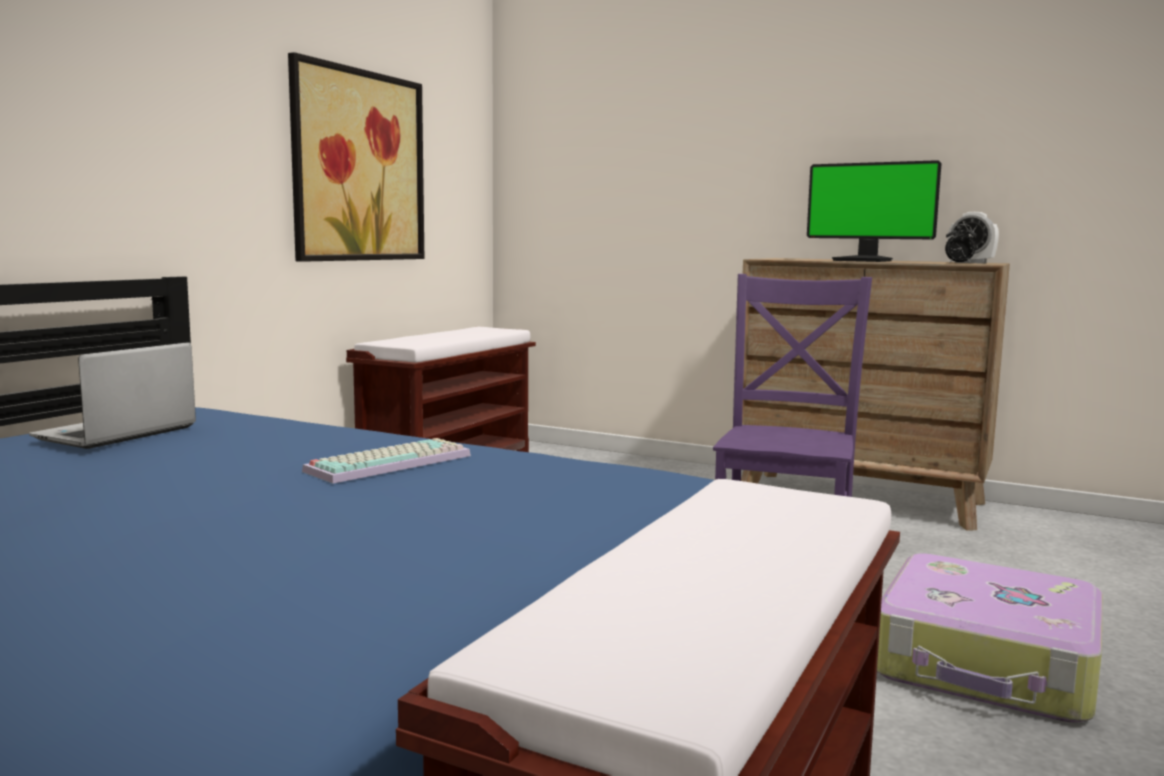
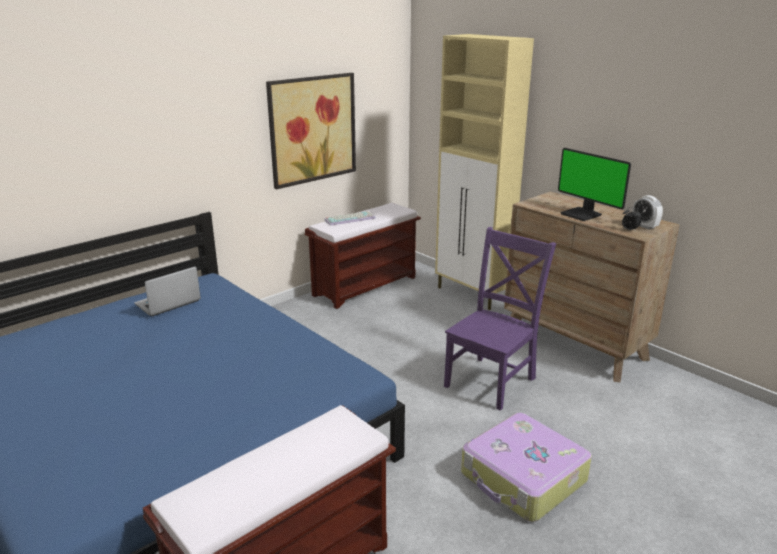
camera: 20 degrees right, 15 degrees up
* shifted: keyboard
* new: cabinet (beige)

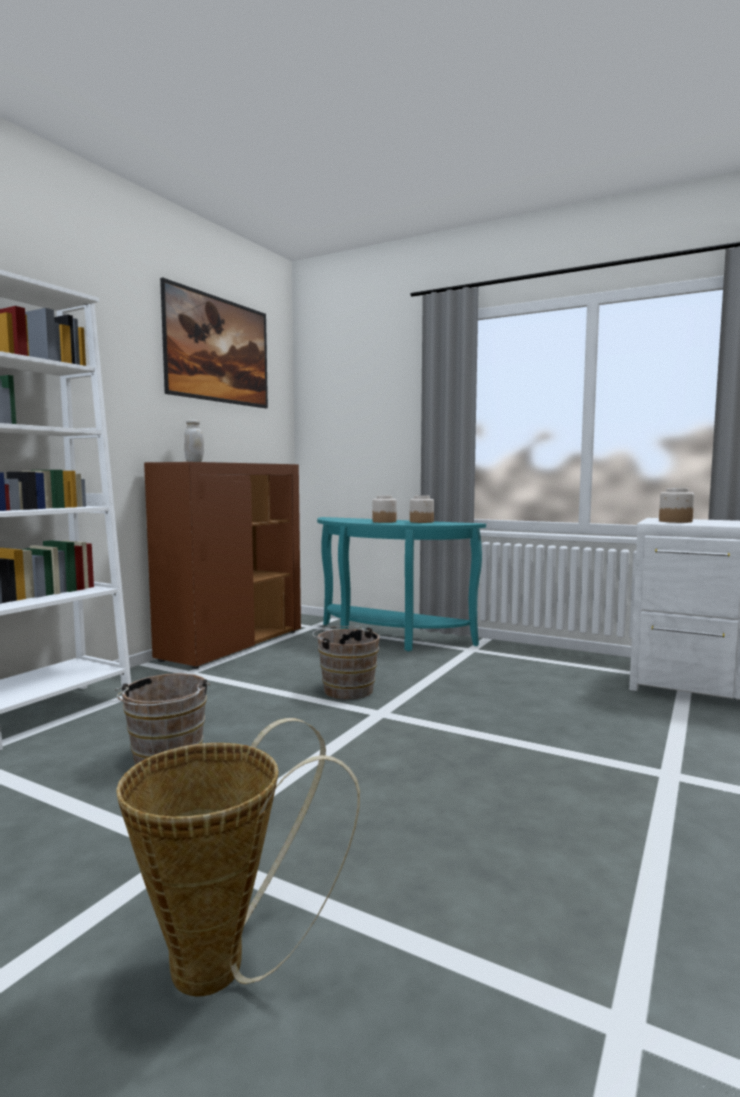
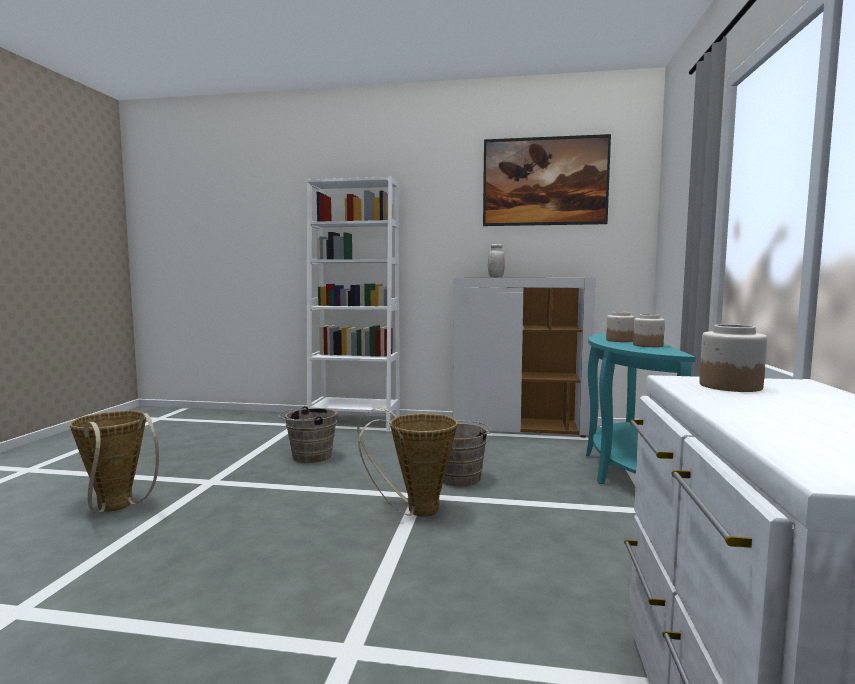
camera: 70 degrees right, 0 degrees up
* repainted: cabinet (brown) to cabinet (white)
* new: basket (no. 2 from left)

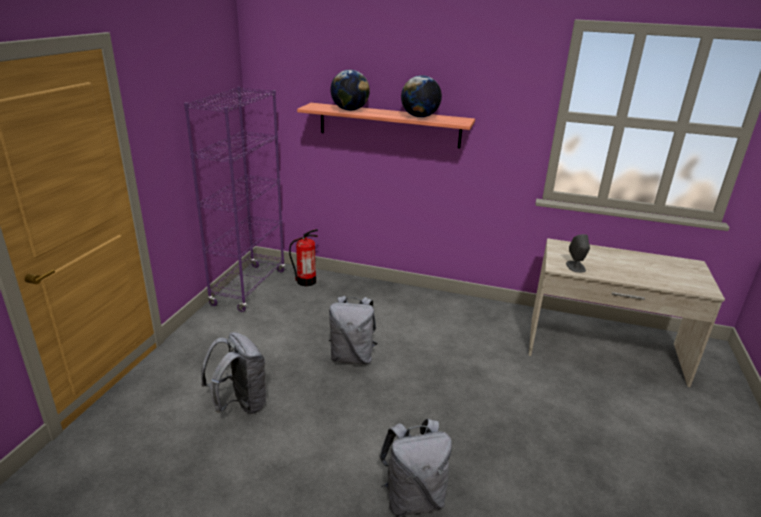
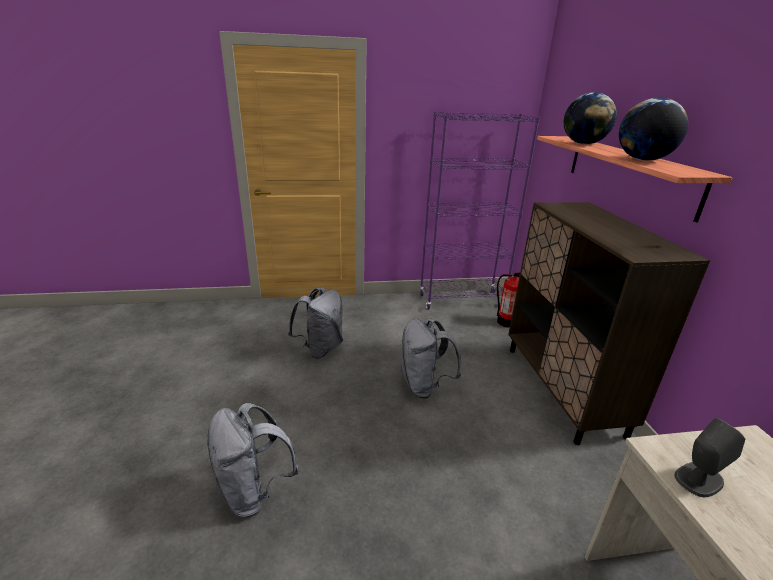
camera: 65 degrees right, 0 degrees up
* new: cabinet (brown)

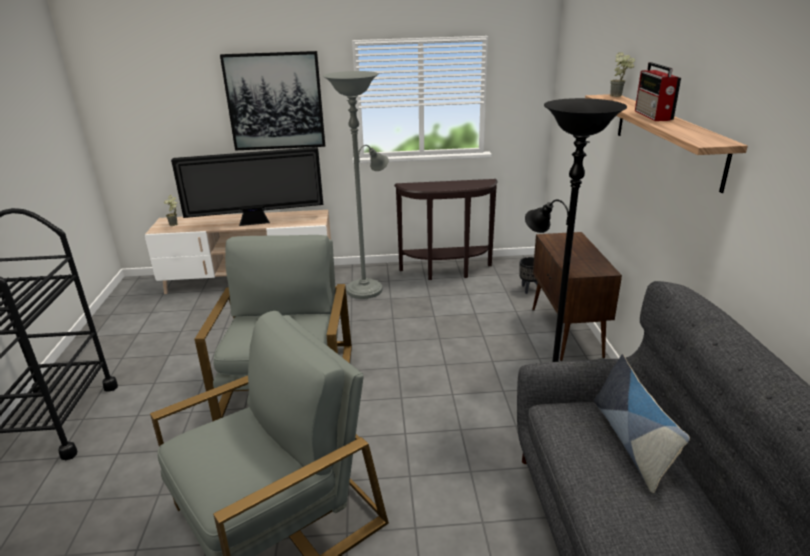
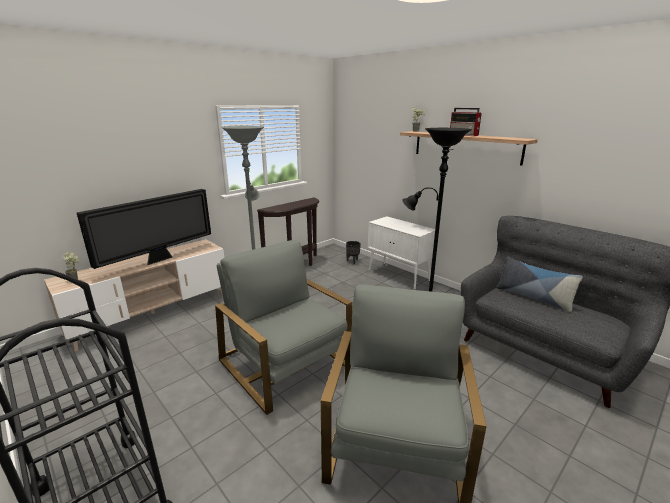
camera: 40 degrees left, 5 degrees down
* gone: picture
* repainted: cabinet (brown) to cabinet (white)

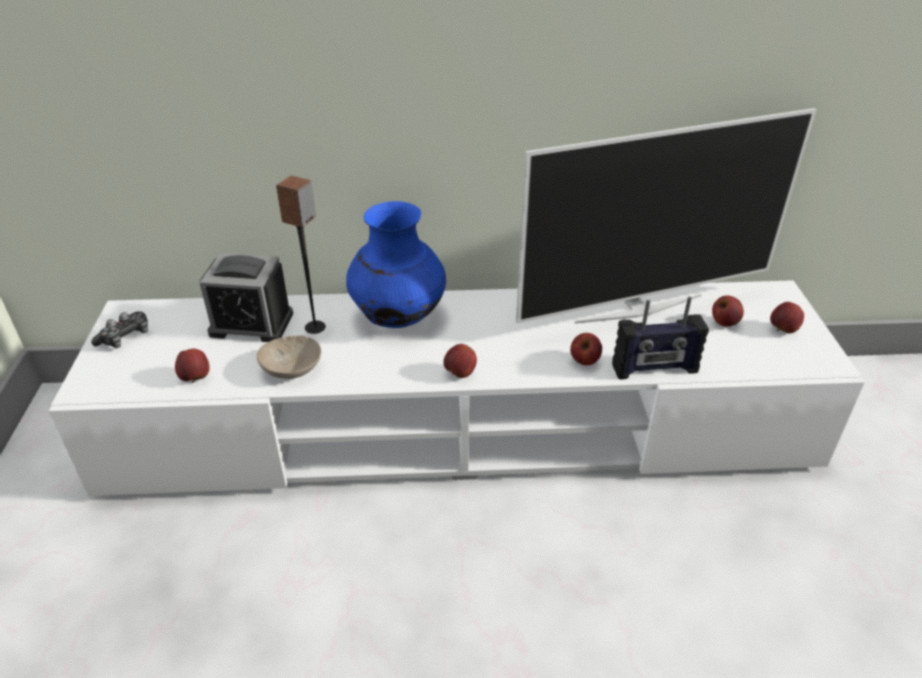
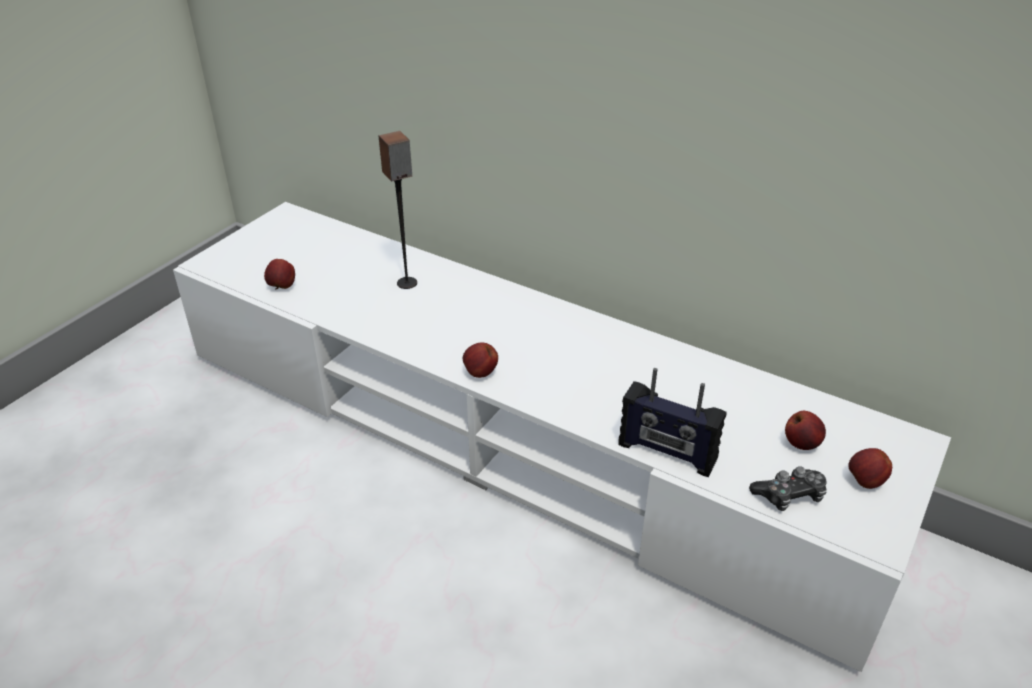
camera: 35 degrees right, 0 degrees up
* shifted: game controller
* gone: alarm clock
* gone: bowl (beige)
* gone: vase (blue)
* gone: television
* gone: apple (no. 3 from left)

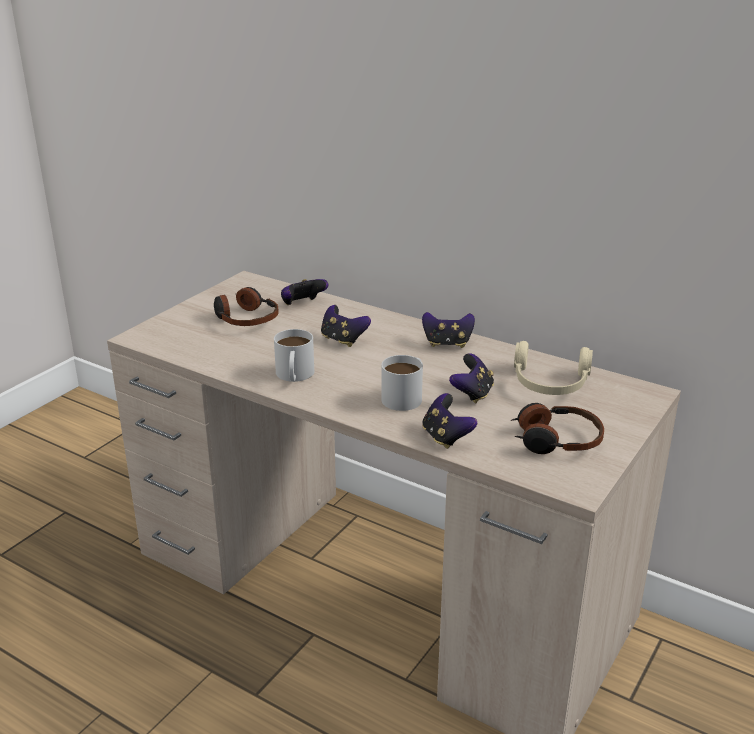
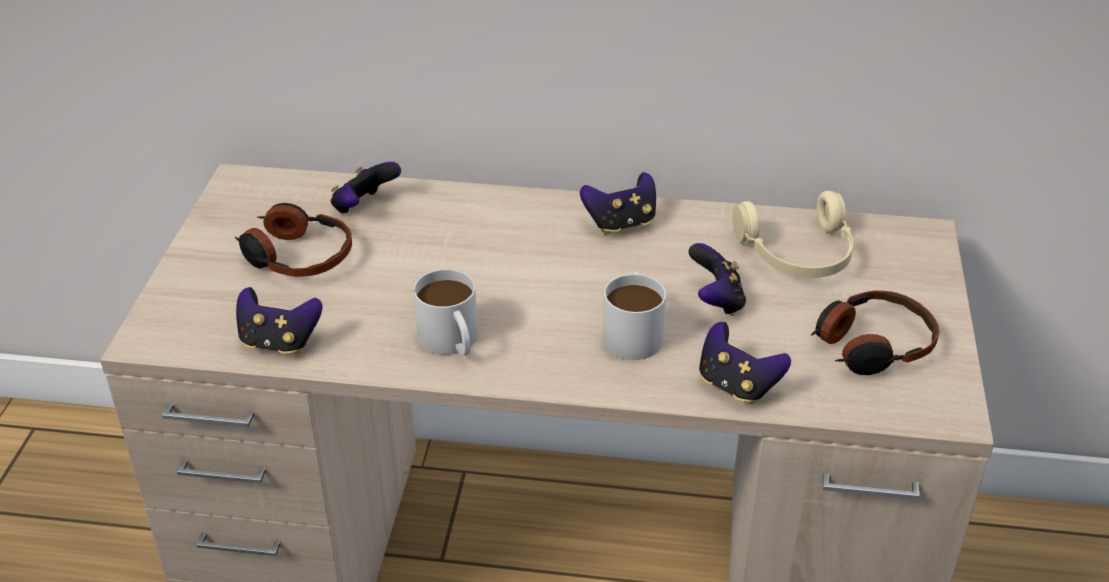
camera: 25 degrees left, 10 degrees up
* shifted: game controller (no. 2 from left in the first image) to game controller (no. 1 from left)

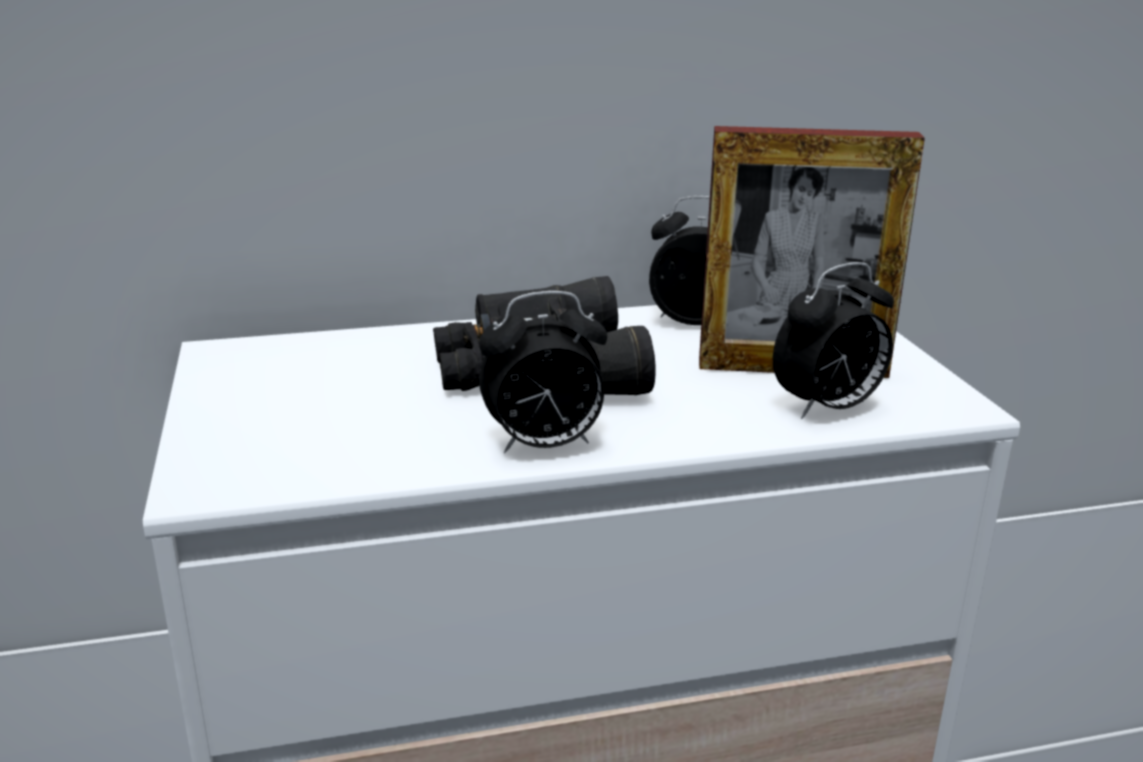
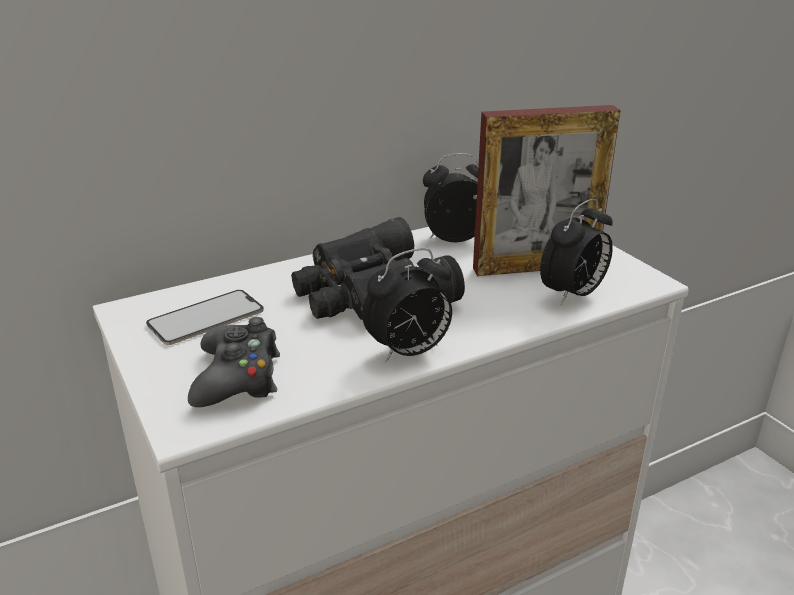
camera: 15 degrees left, 5 degrees up
* new: phone
* new: game controller (black)

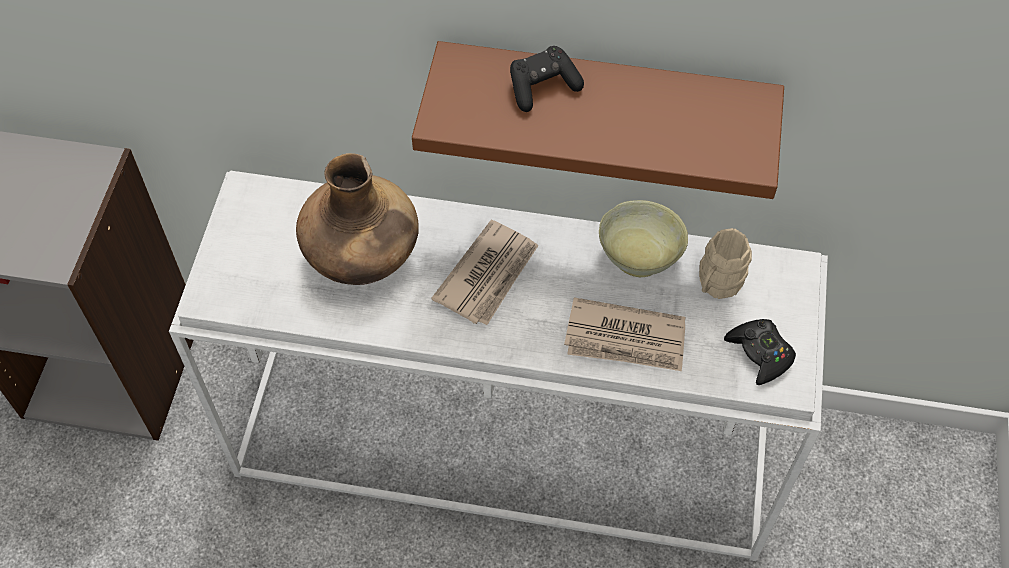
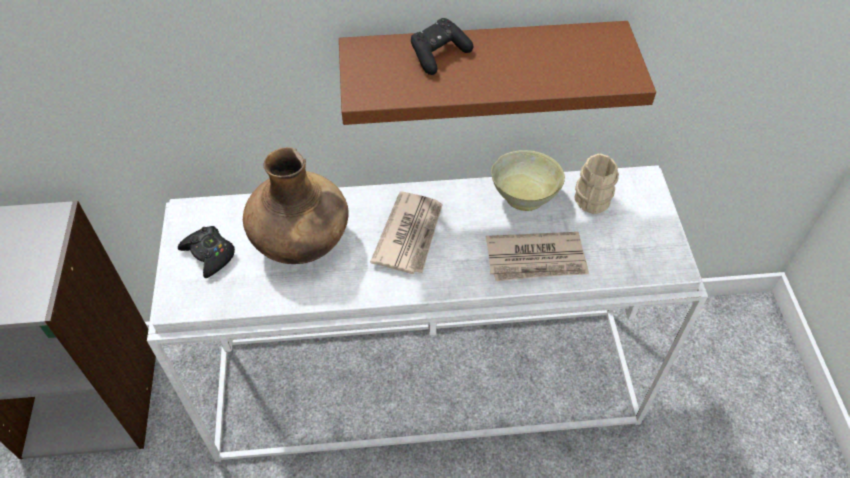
camera: 15 degrees left, 5 degrees down
* shifted: game controller (black) (no. 2 from left in the first image) to game controller (black) (no. 1 from left)

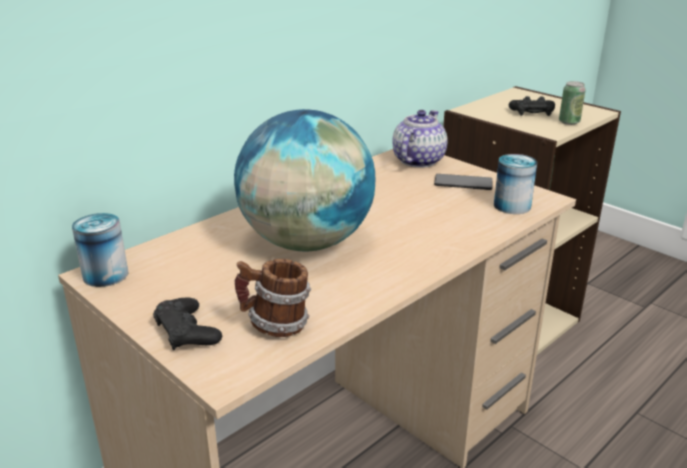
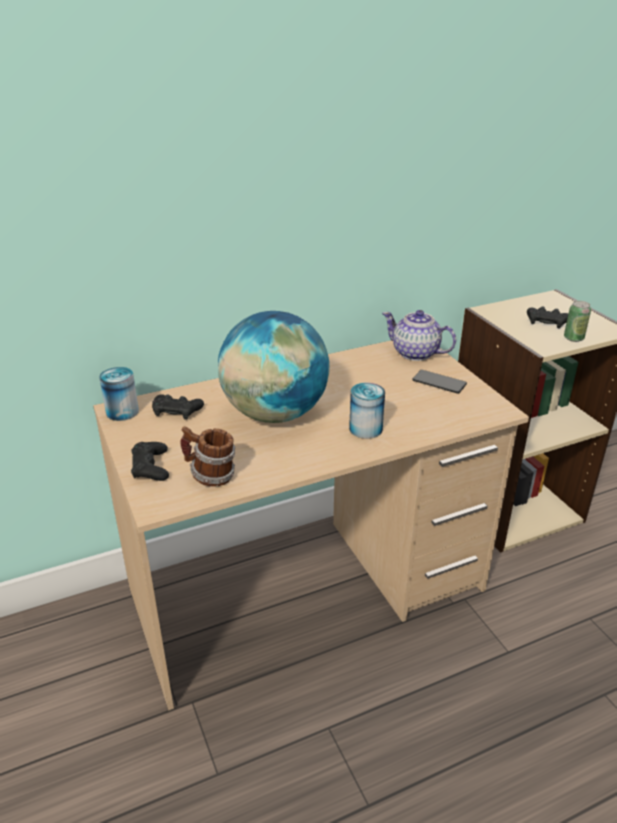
camera: 20 degrees right, 5 degrees up
* rotated: teapot 105 degrees counterclockwise
* shifted: can (no. 2 from left)
* new: game controller (black) (no. 2 from left)

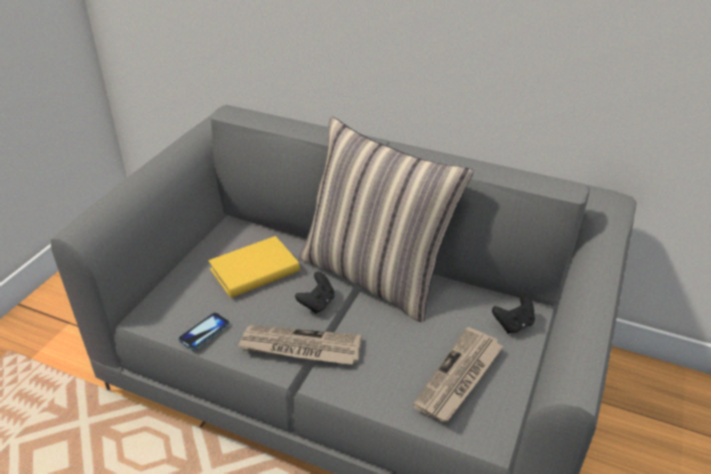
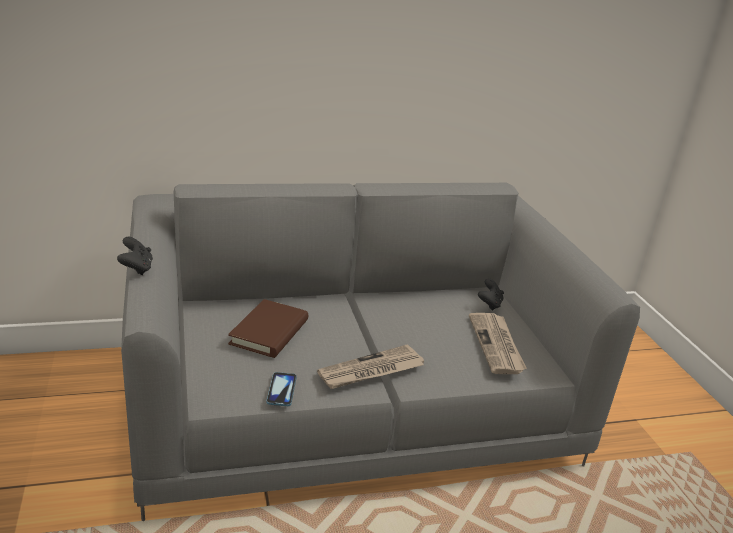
camera: 40 degrees left, 10 degrees down
* repainted: book (yellow) to book (brown)
* shifted: game controller (black) (no. 1 from left)
* gone: pillow

